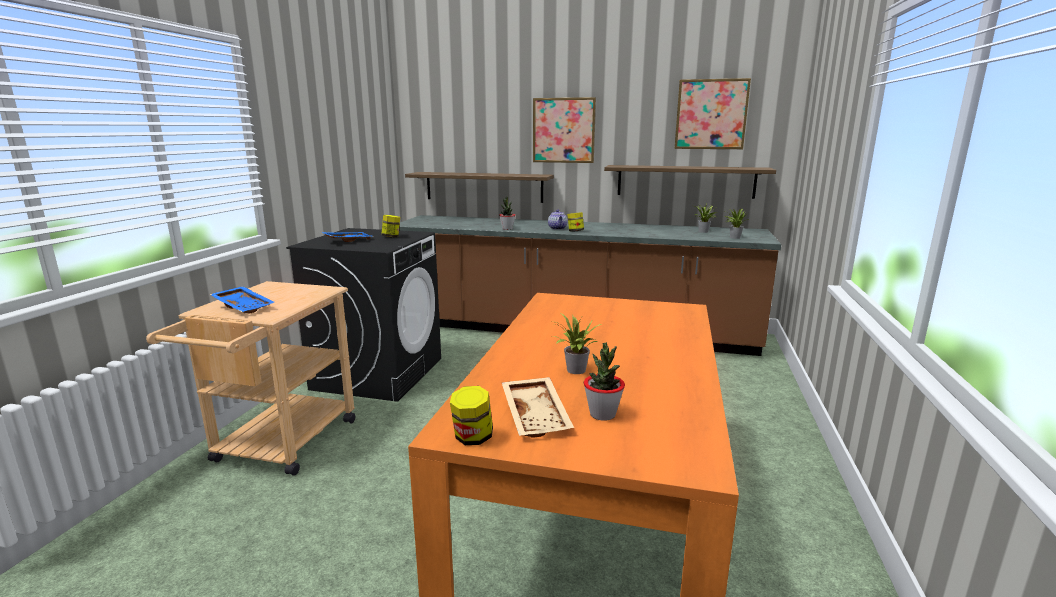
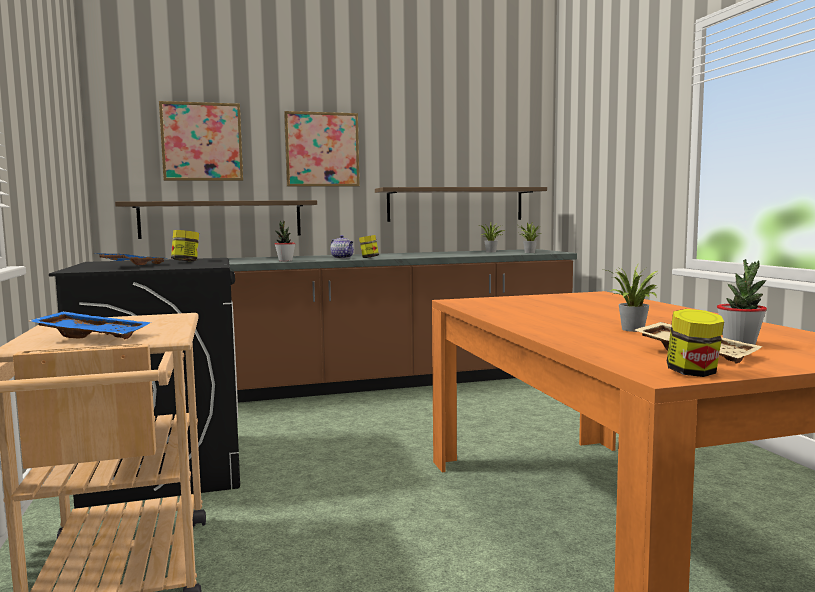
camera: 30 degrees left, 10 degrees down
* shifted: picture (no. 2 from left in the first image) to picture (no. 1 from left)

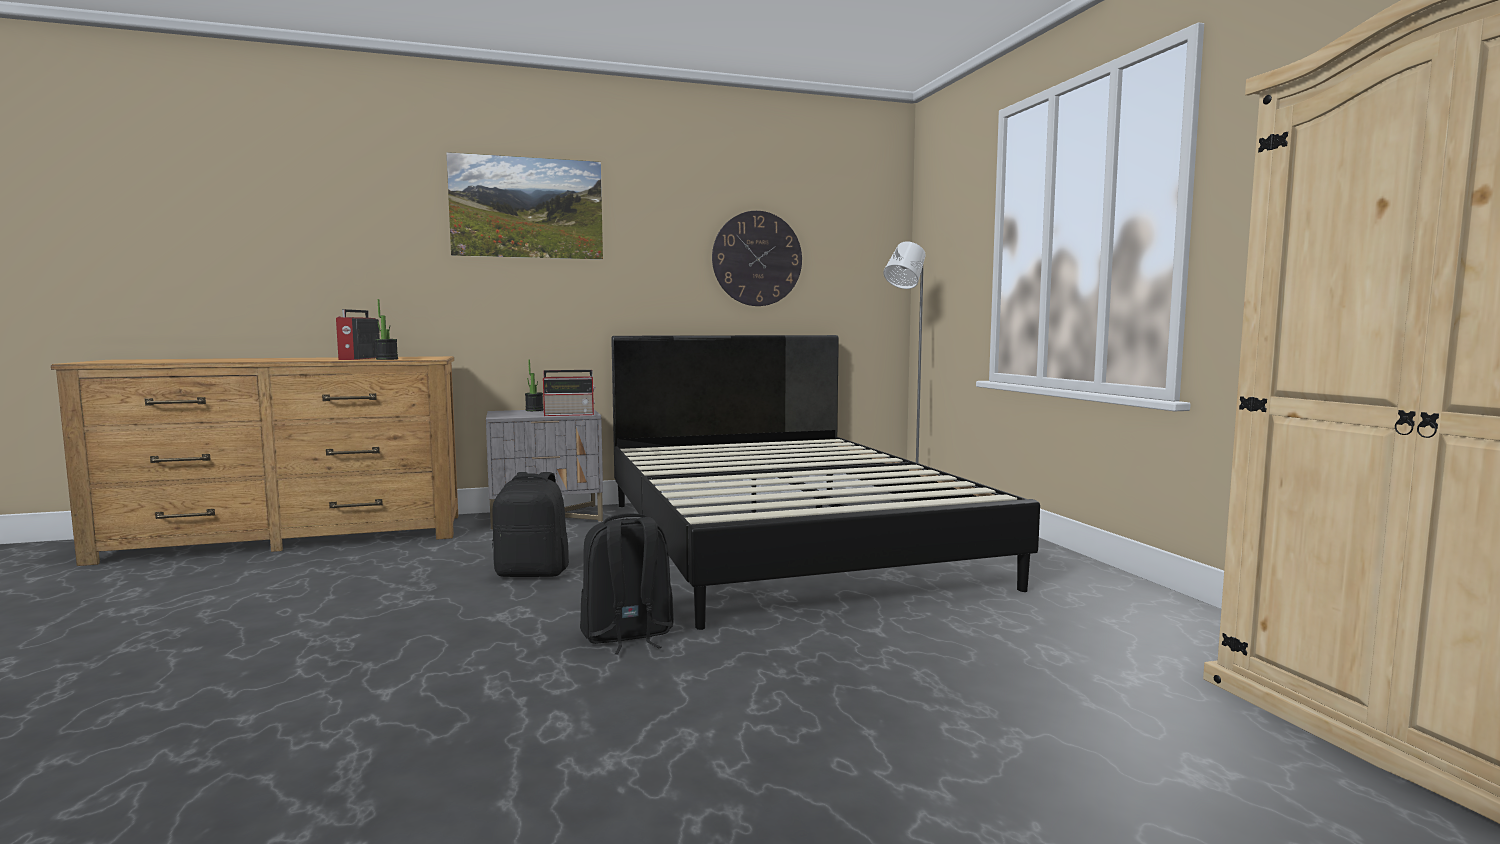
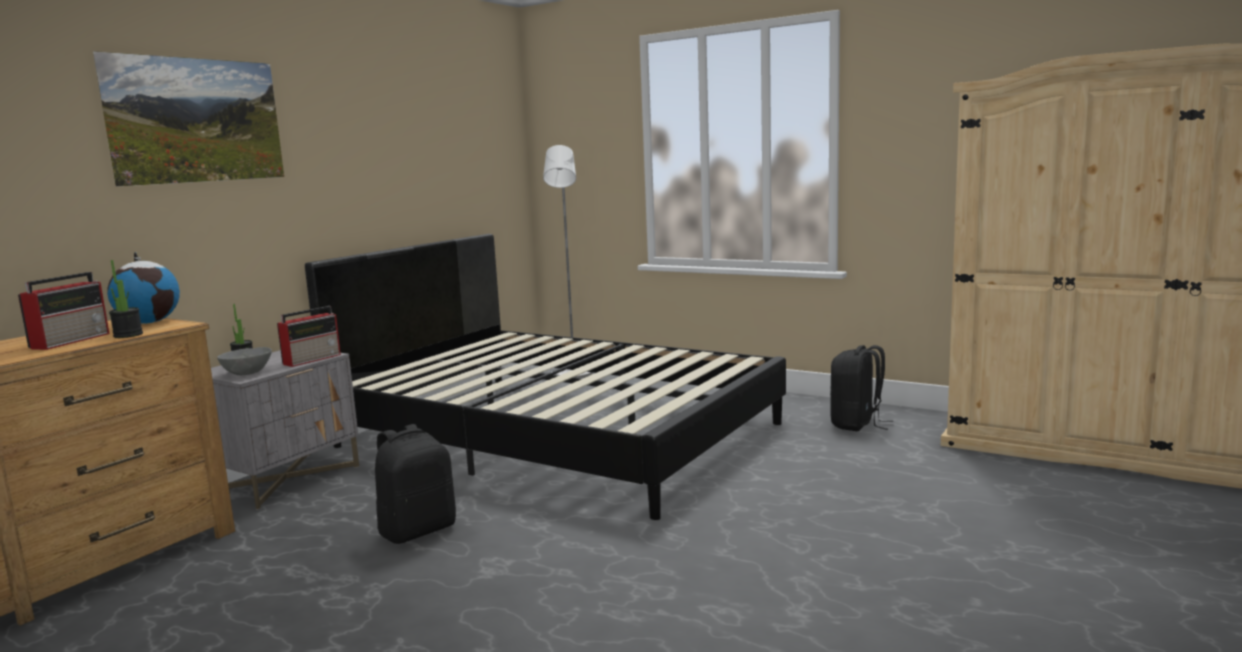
camera: 40 degrees left, 5 degrees up
* rotated: radio (no. 1 from left) 120 degrees counterclockwise
* shifted: backpack (black) (no. 2 from left)
* gone: wall clock
* new: globe
* new: bowl (grey)

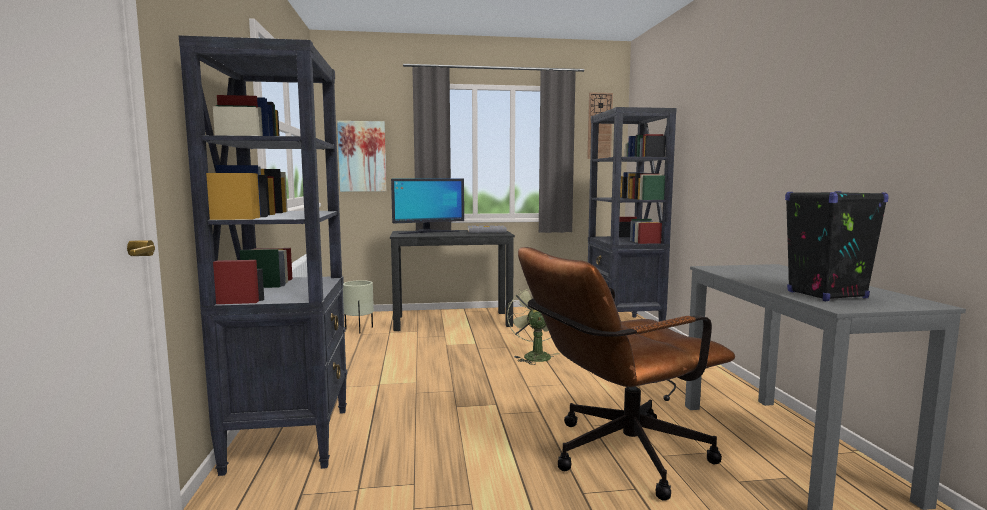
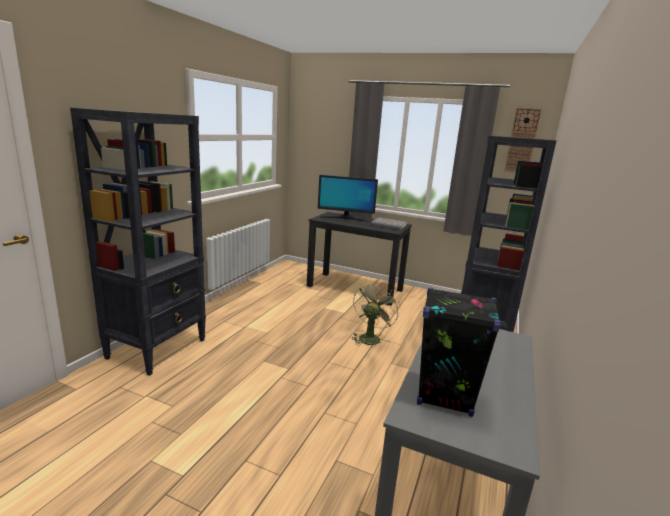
camera: 30 degrees right, 10 degrees up
* gone: picture
* gone: planter (beige)
* gone: office chair (brown)

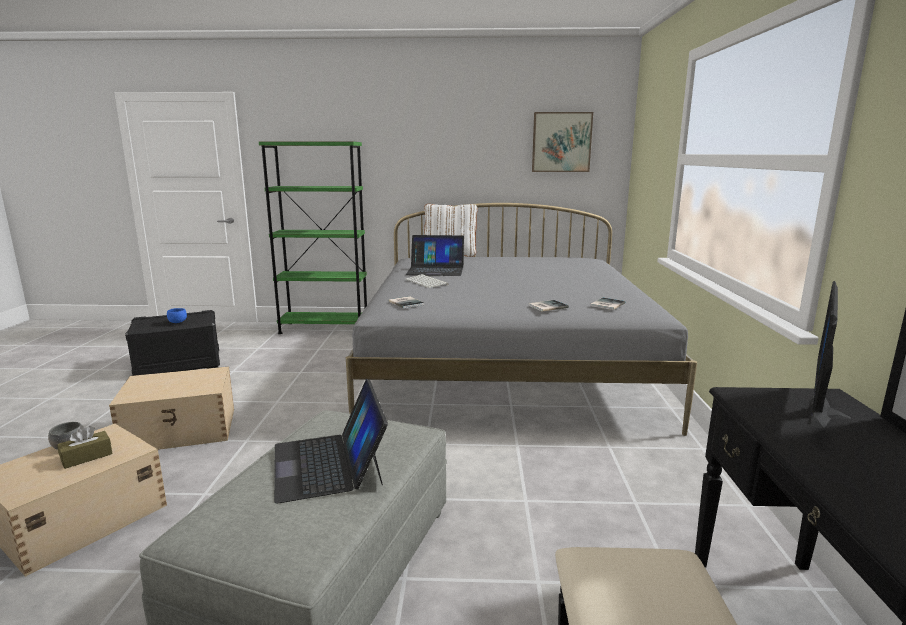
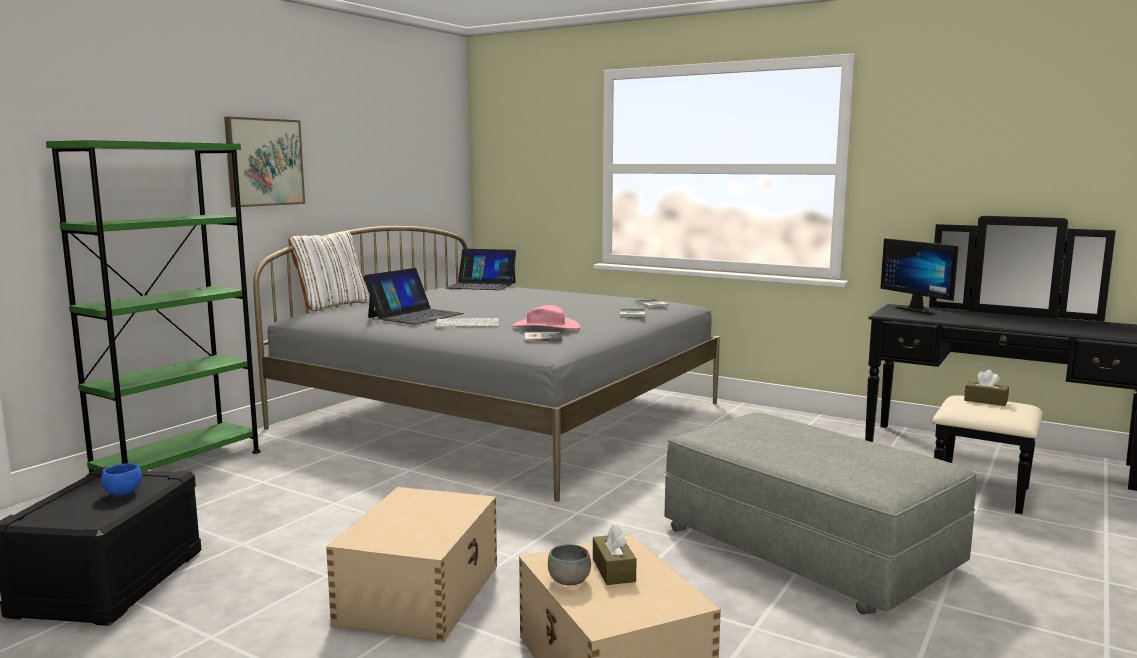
camera: 60 degrees left, 5 degrees down
* shifted: laptop (no. 1 from left in the first image) to laptop (no. 2 from left)
* shifted: picture
* new: hat (pink)
* new: tissue box (brown) (no. 2 from left)

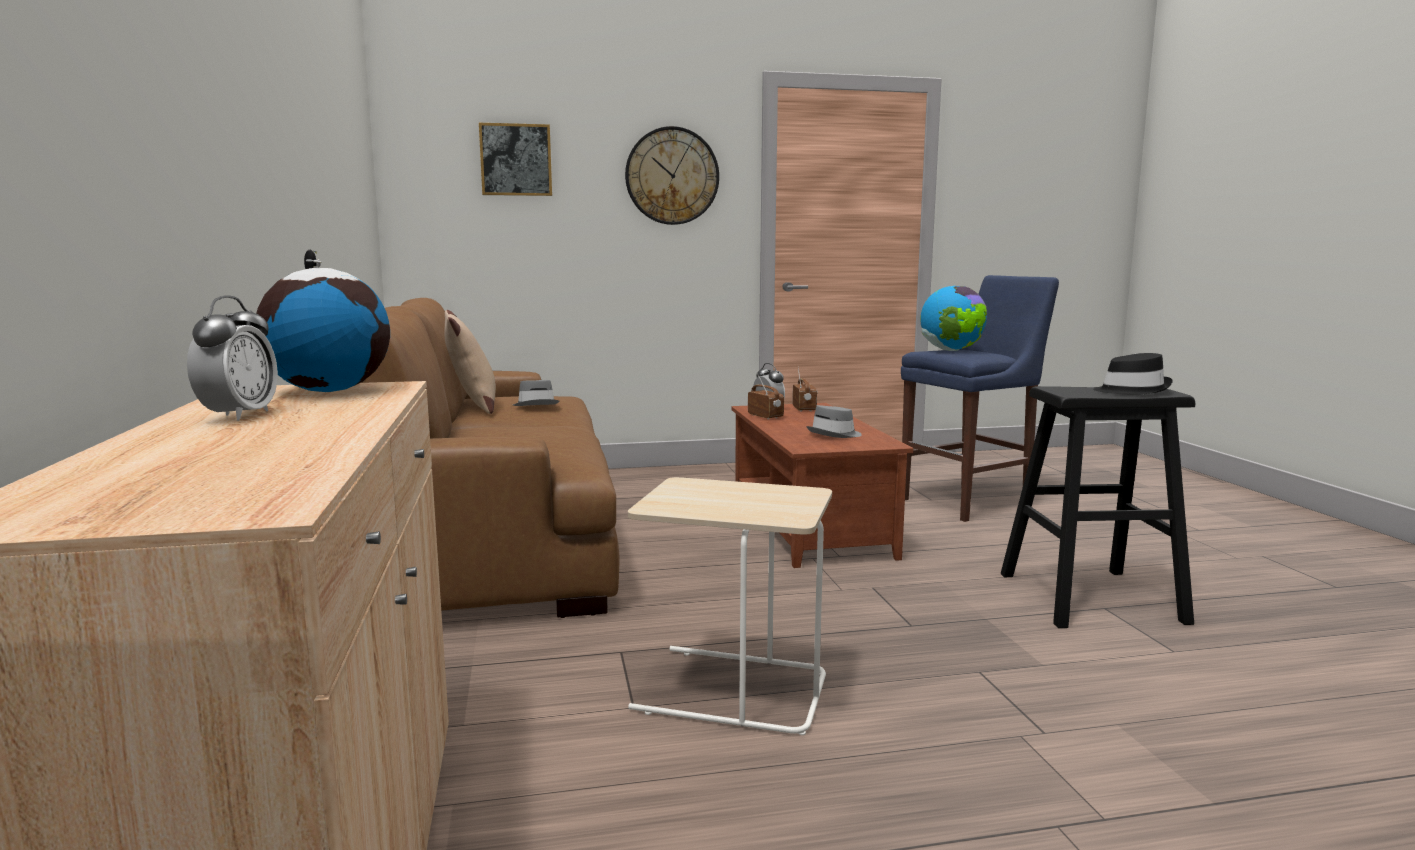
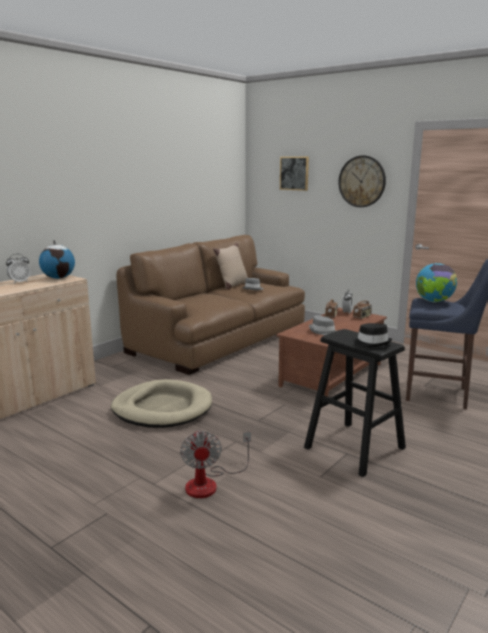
camera: 50 degrees right, 5 degrees up
* swapped: side table (beige) to dog bed (beige)
* new: fan

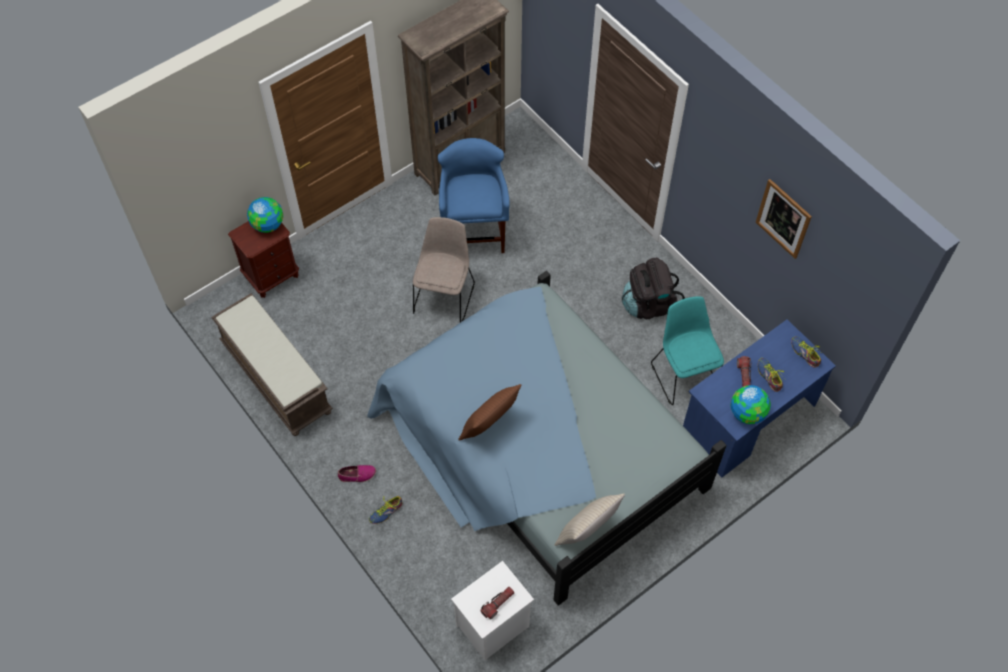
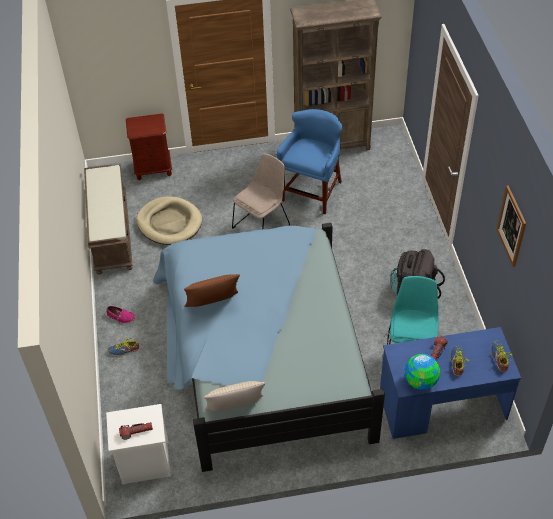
camera: 30 degrees right, 10 degrees down
* gone: globe (no. 1 from left)
* new: dog bed (beige)

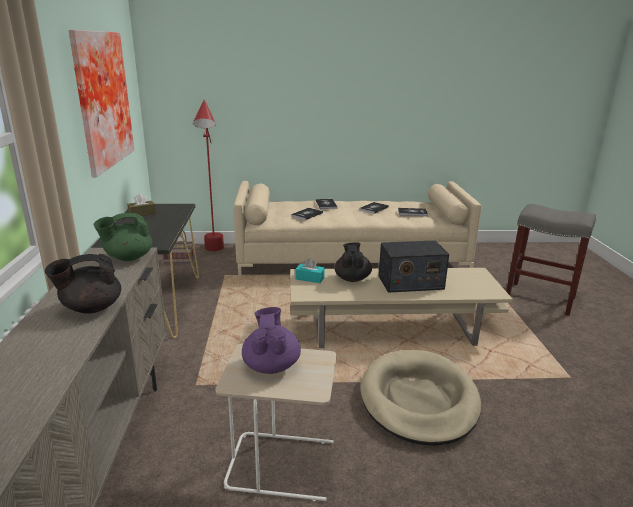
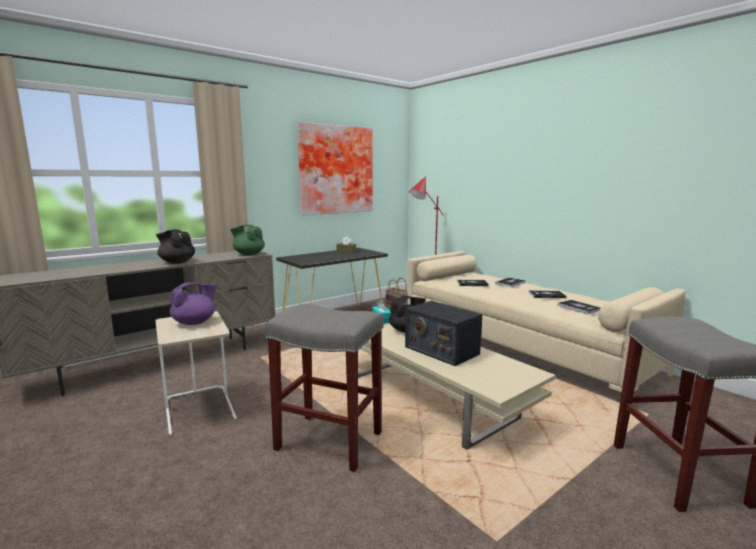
camera: 55 degrees right, 10 degrees down
* swapped: dog bed (beige) to stool (grey) (no. 1 from left)

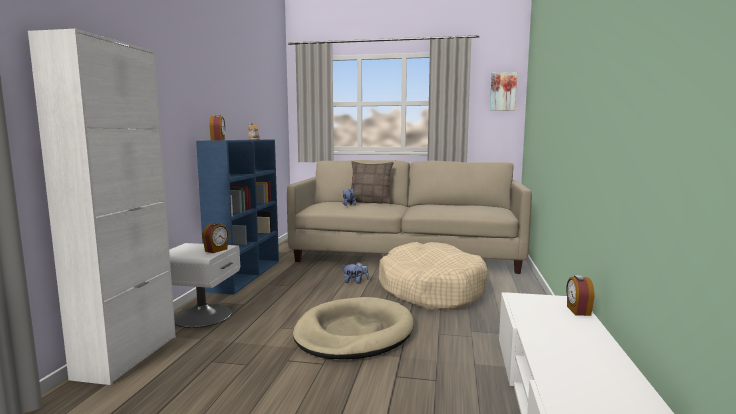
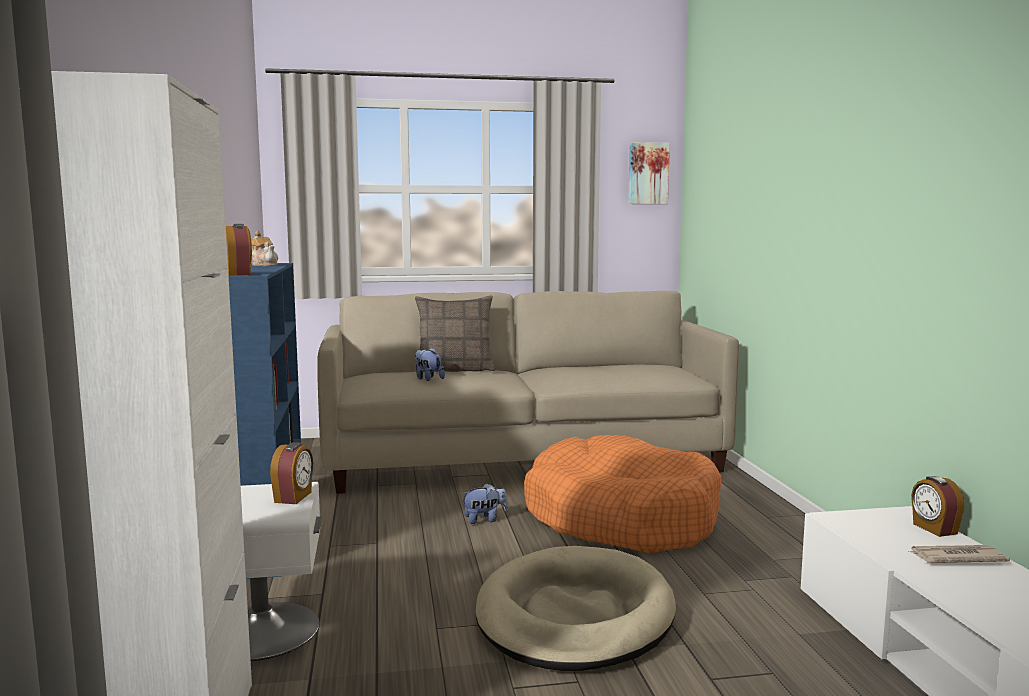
camera: 20 degrees left, 0 degrees up
* repainted: dog bed (beige) (no. 2 from left) to dog bed (orange)
* new: newspaper

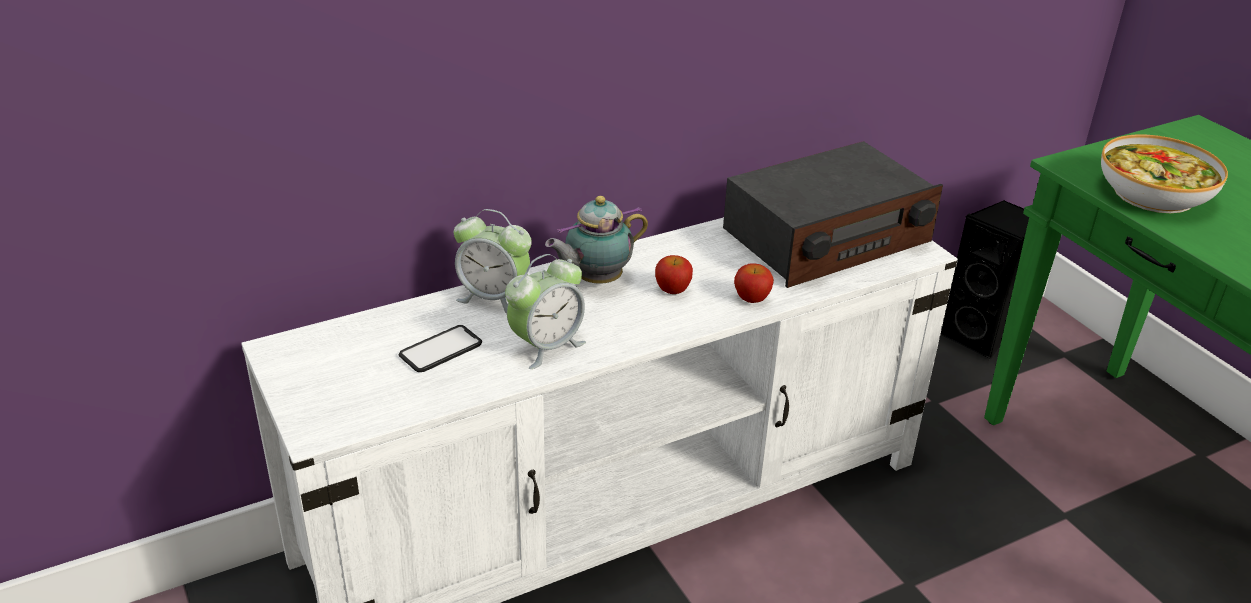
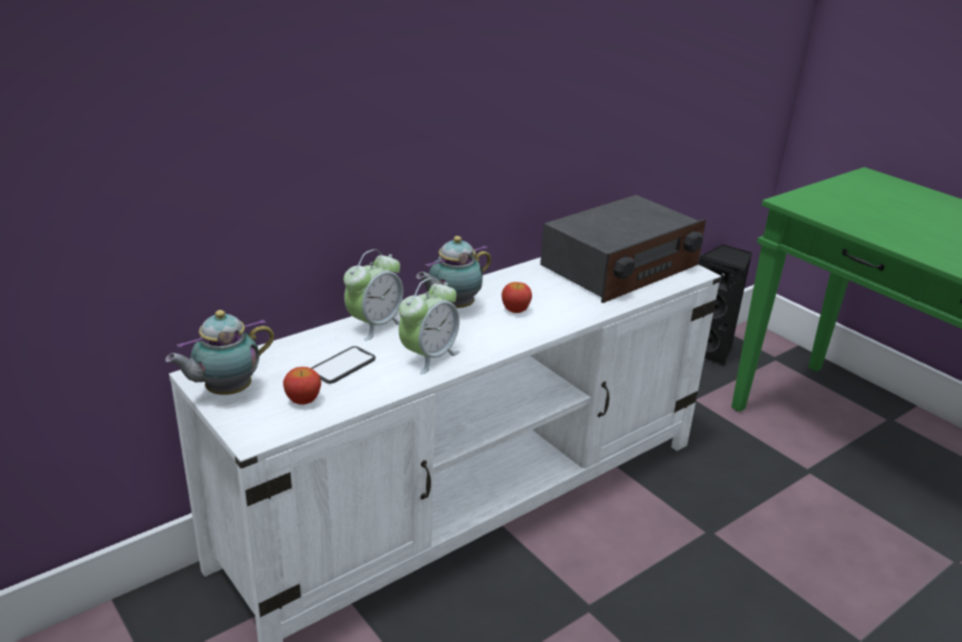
camera: 10 degrees left, 5 degrees down
* rotated: alarm clock (no. 1 from left) 60 degrees counterclockwise
* shifted: apple (no. 2 from left in the first image) to apple (no. 1 from left)
* gone: bowl
* new: teapot (no. 1 from left)

